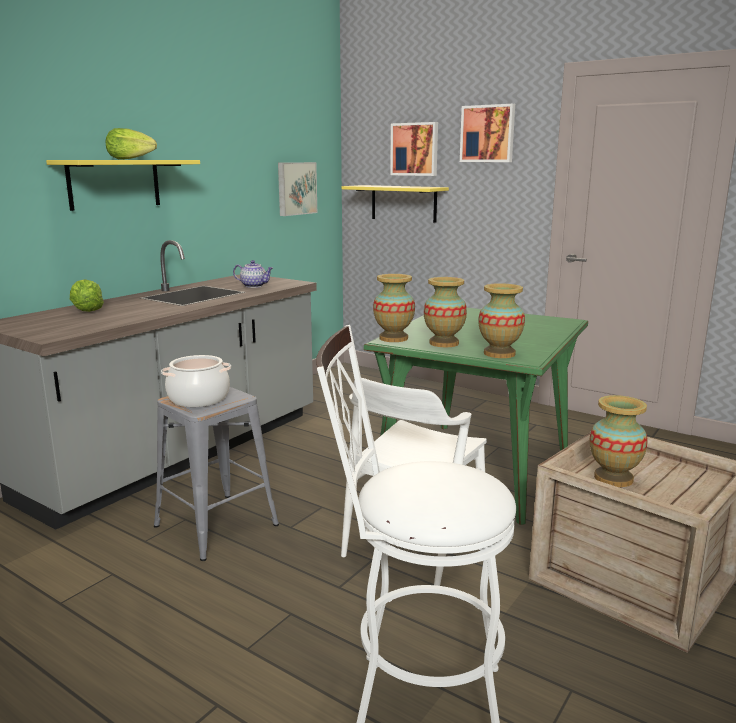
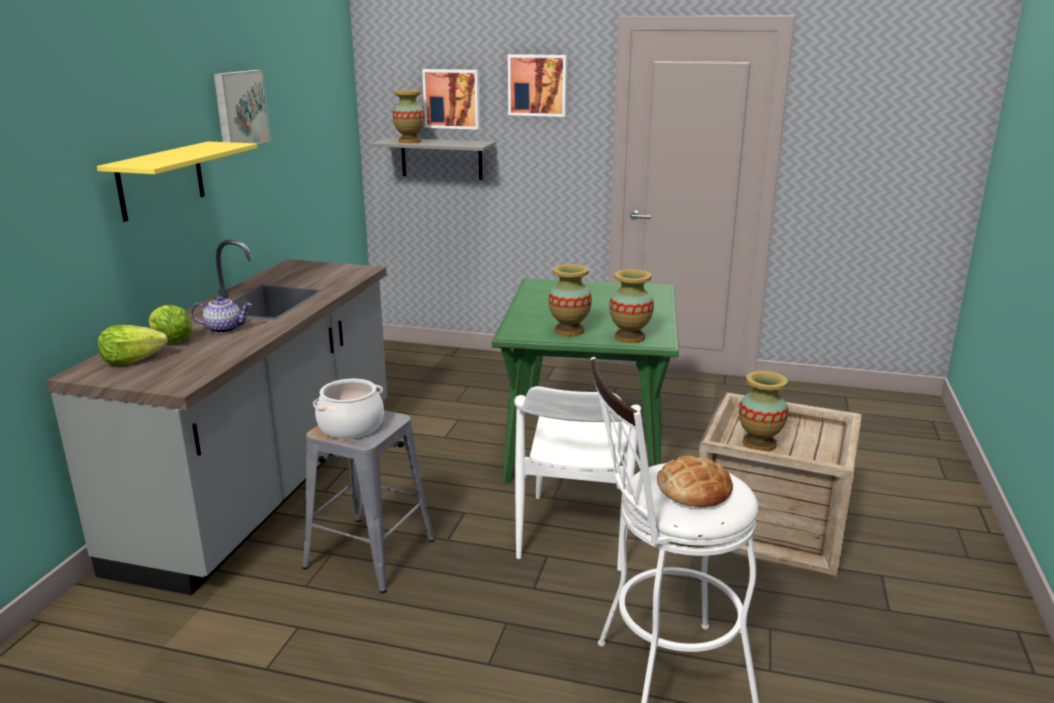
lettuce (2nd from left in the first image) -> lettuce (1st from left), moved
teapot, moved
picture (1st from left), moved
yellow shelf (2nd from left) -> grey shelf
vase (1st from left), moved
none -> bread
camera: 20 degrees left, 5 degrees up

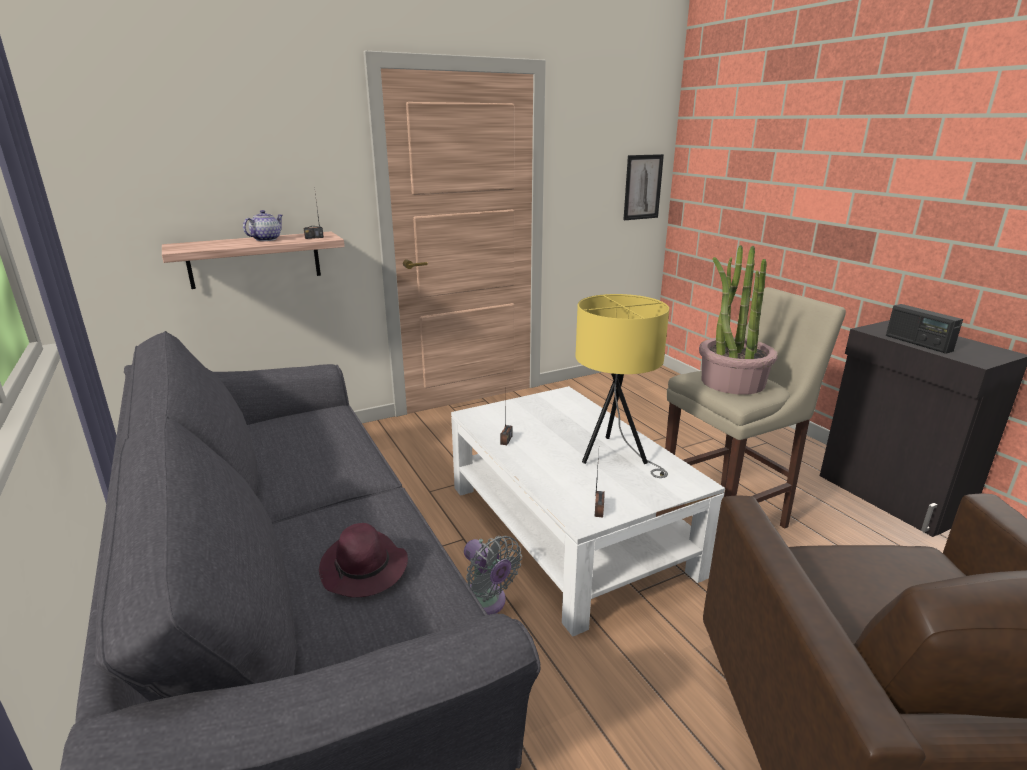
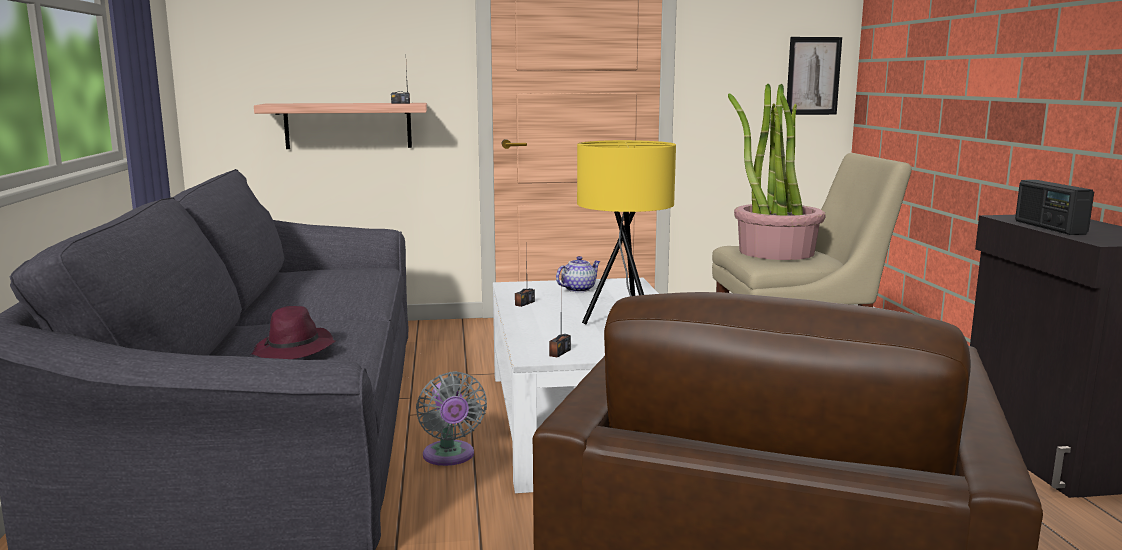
teapot, moved
camera: 20 degrees right, 10 degrees down

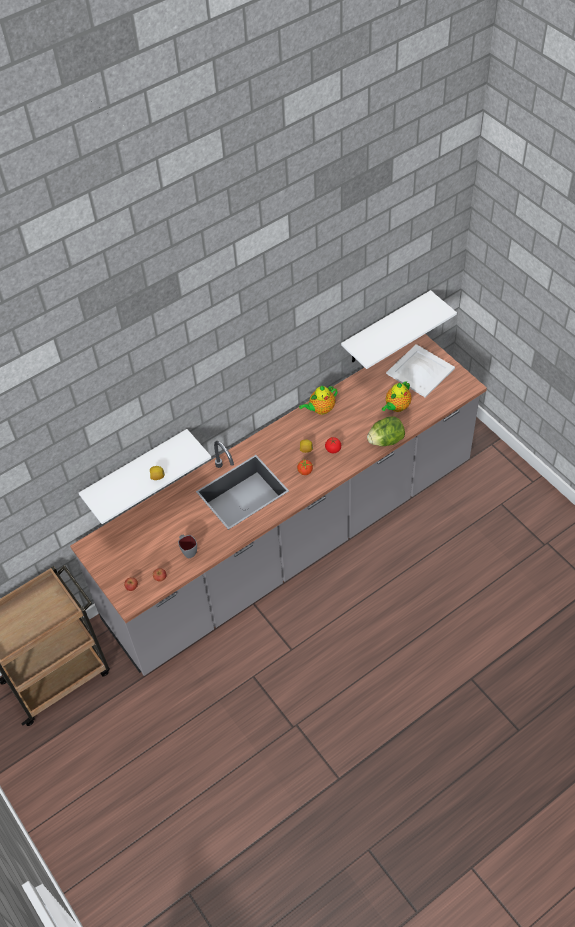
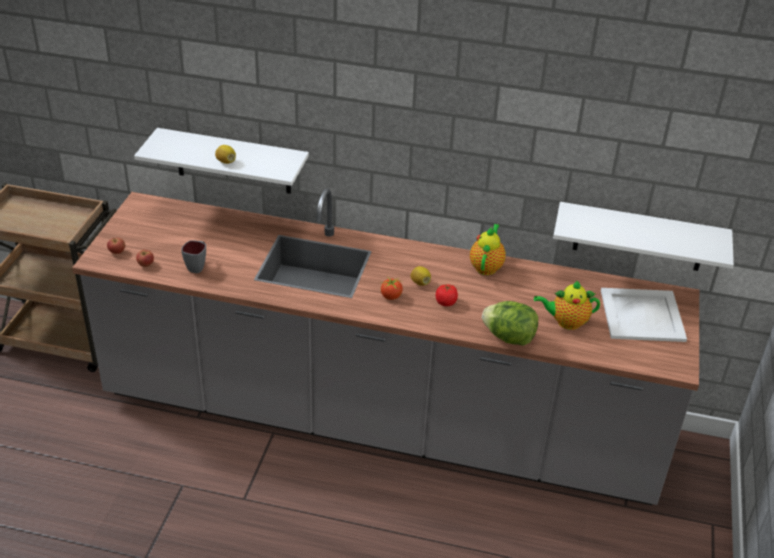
teapot (1st from left), 90 degrees clockwise
camera: 45 degrees right, 15 degrees down

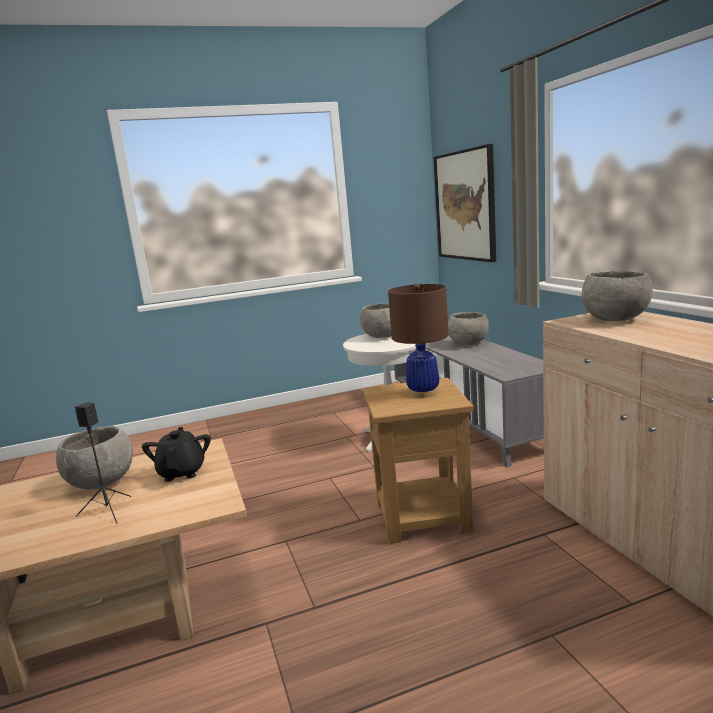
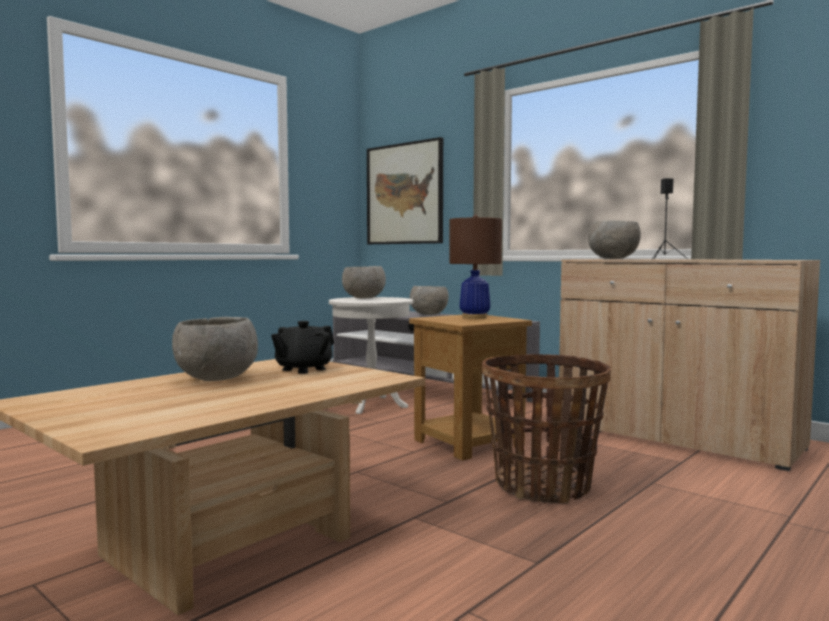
black teapot, 105 degrees counterclockwise
none -> basket
black speaker, moved
camera: 30 degrees left, 10 degrees down

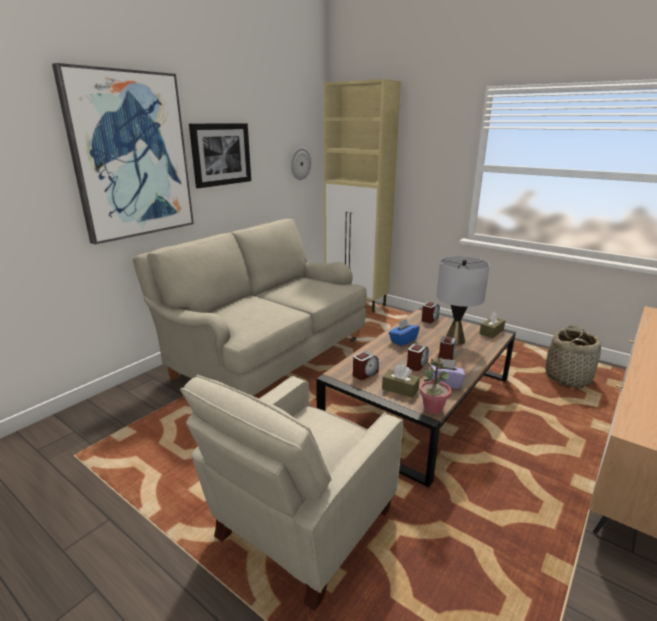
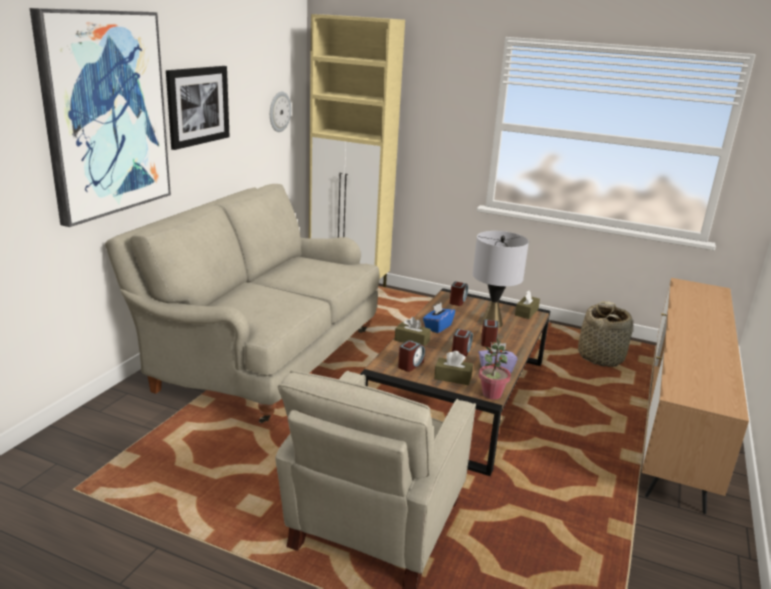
none -> brown tissue box (1st from left)
camera: 15 degrees left, 0 degrees up

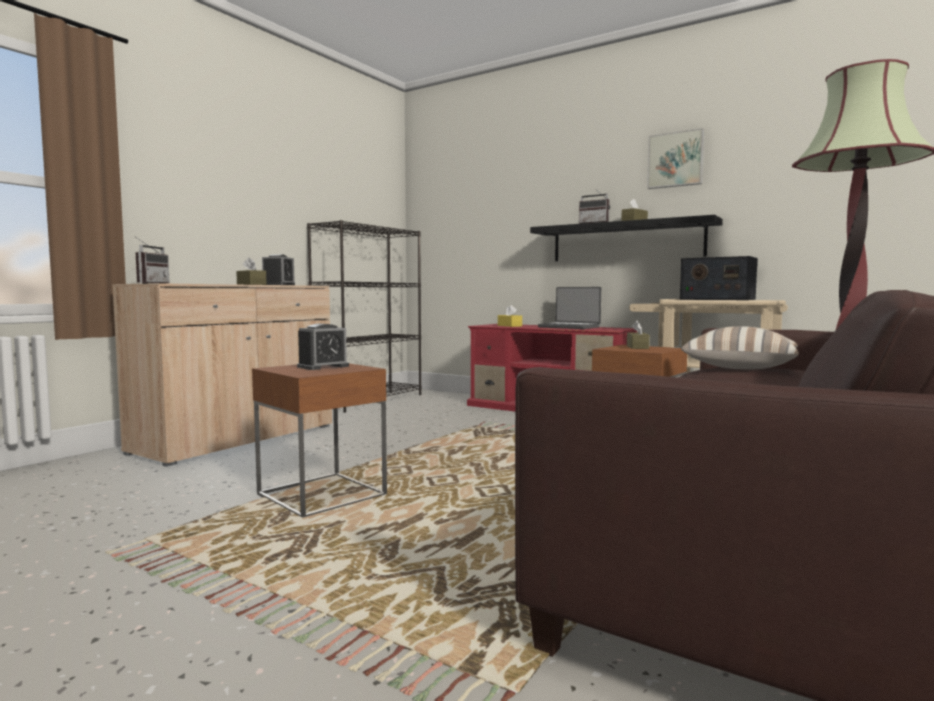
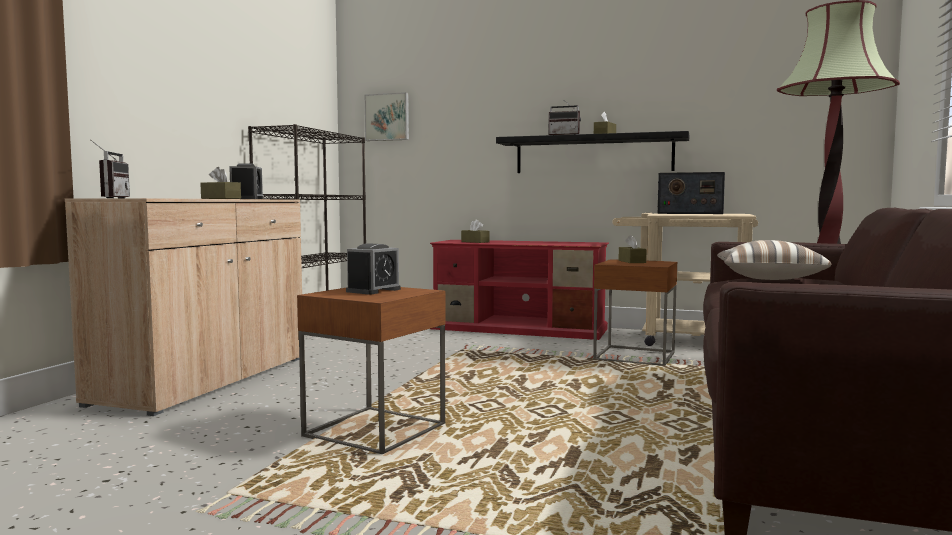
picture, moved
yellow tissue box -> brown tissue box (2nd from left)
laptop -> none
camera: 15 degrees left, 0 degrees up

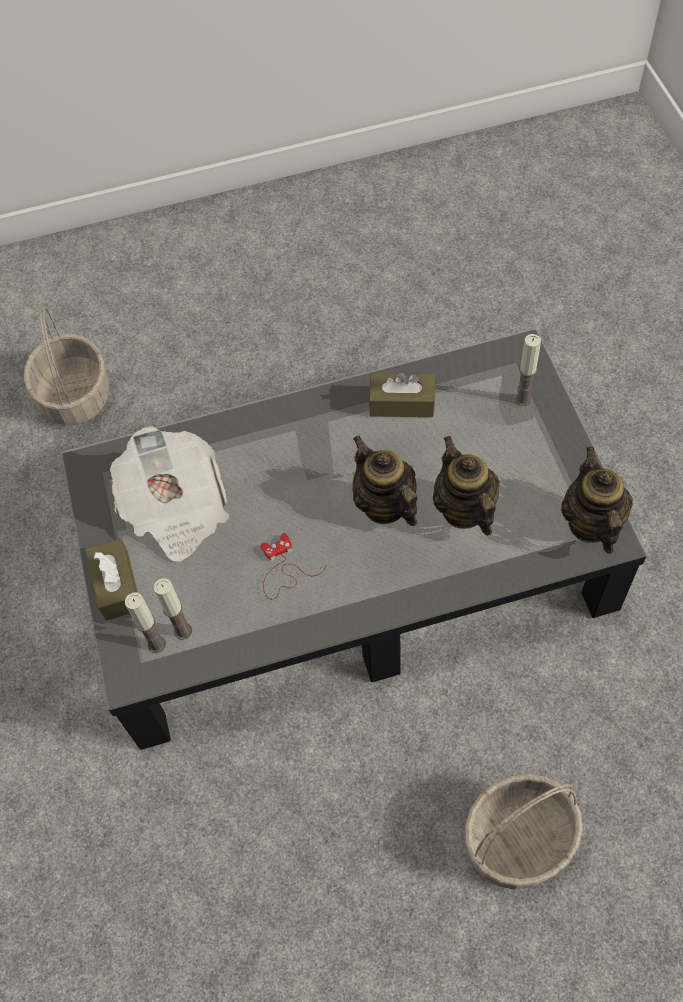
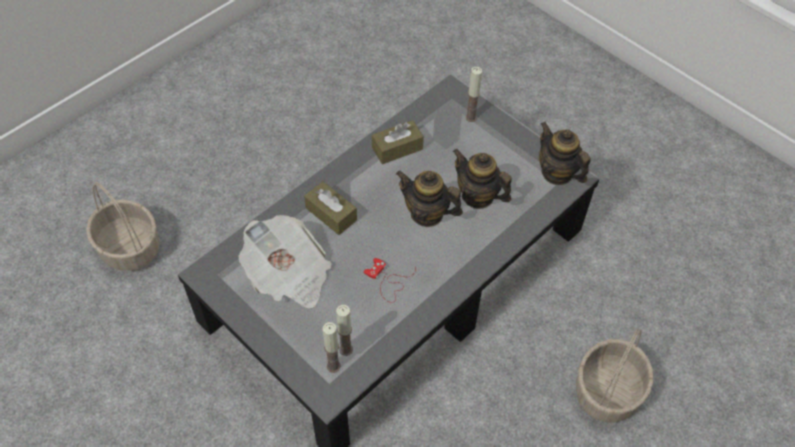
brown tissue box (1st from left), moved
camera: 35 degrees left, 5 degrees down

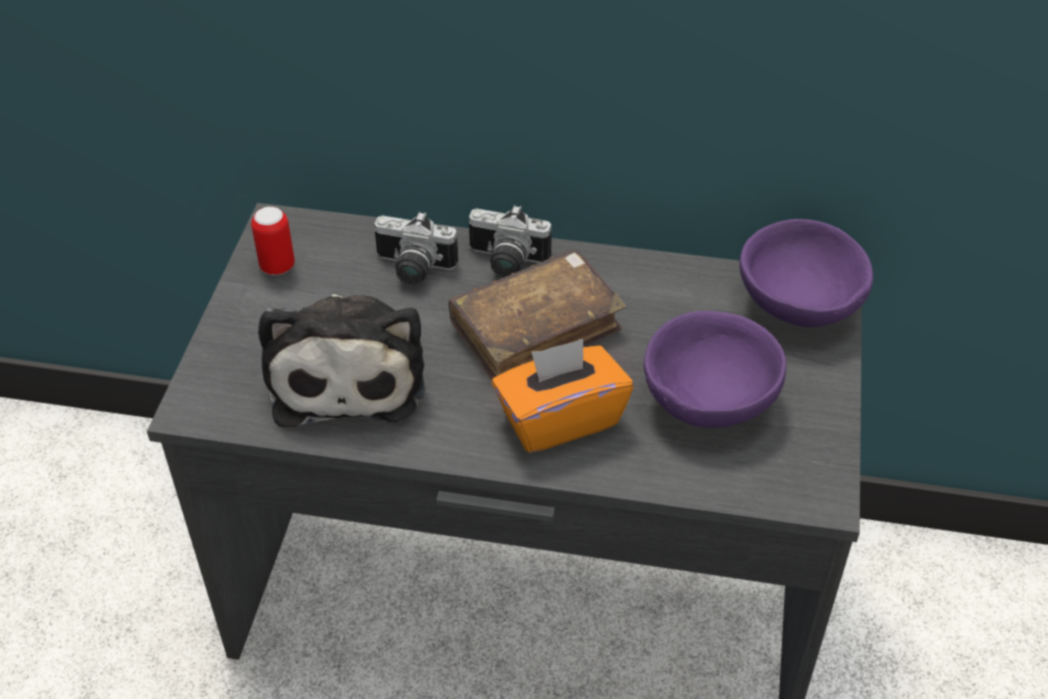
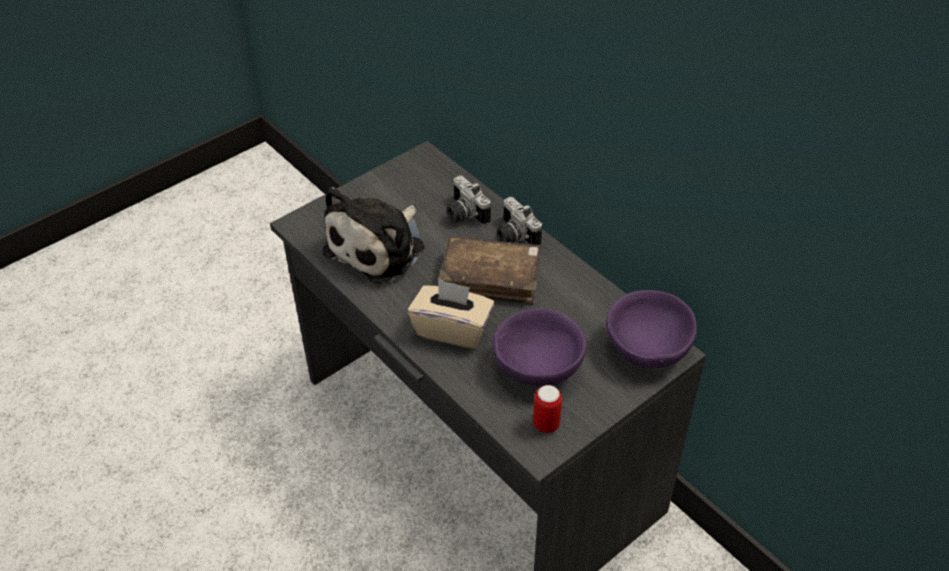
orange tissue box -> beige tissue box
can, moved
camera: 40 degrees right, 0 degrees up

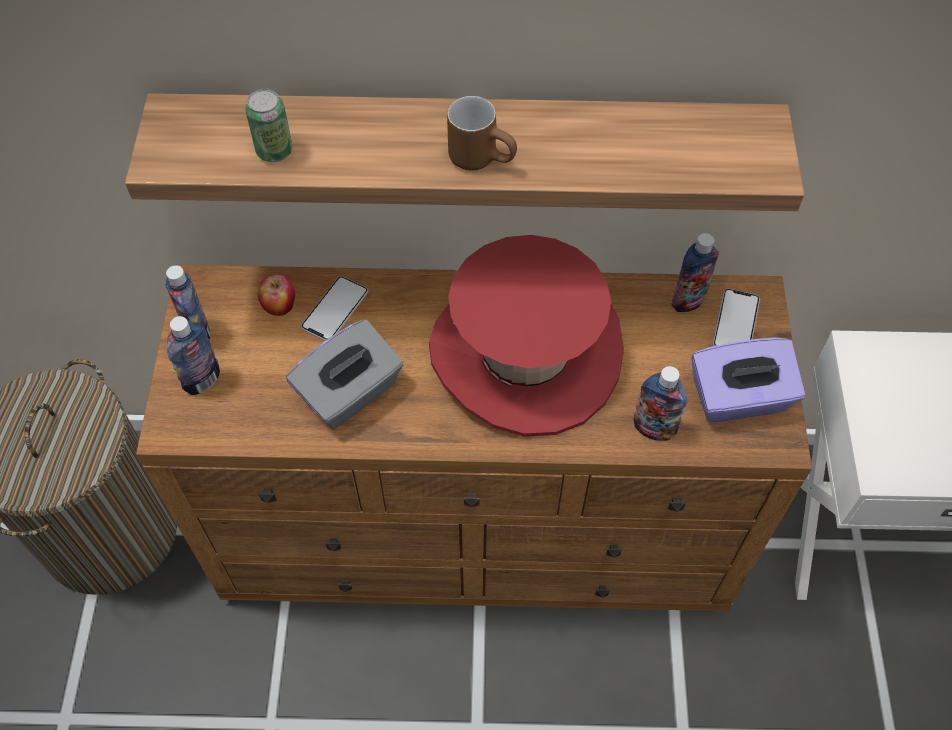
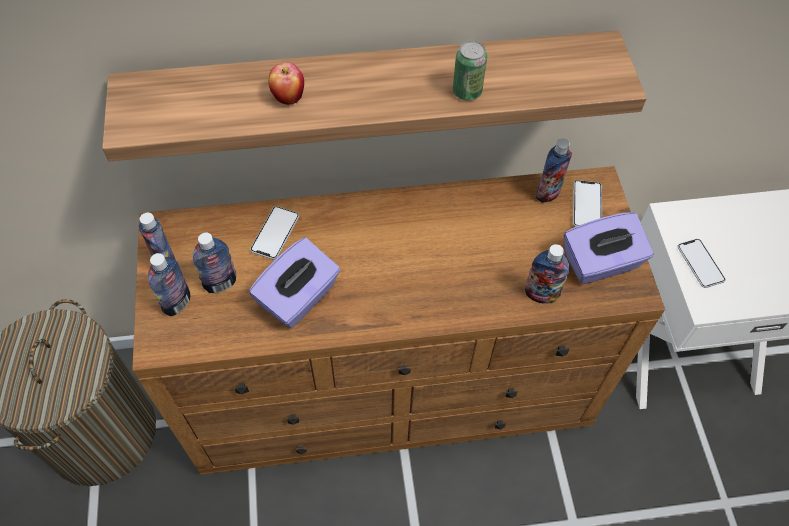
none -> bottle (3rd from left)
grey tissue box -> purple tissue box (1st from left)
apple, moved
can, moved
none -> phone (3rd from left)
red hat -> none
brown mug -> none
camera: 10 degrees left, 0 degrees up

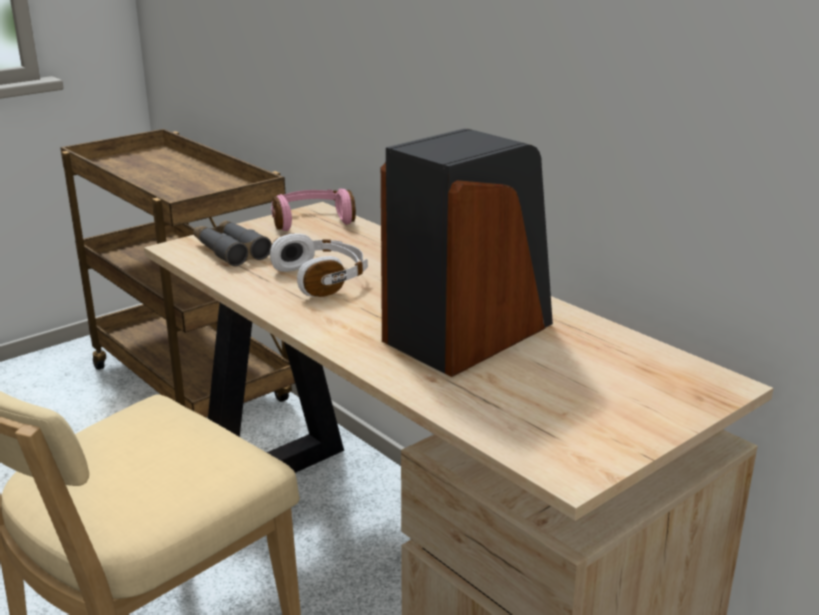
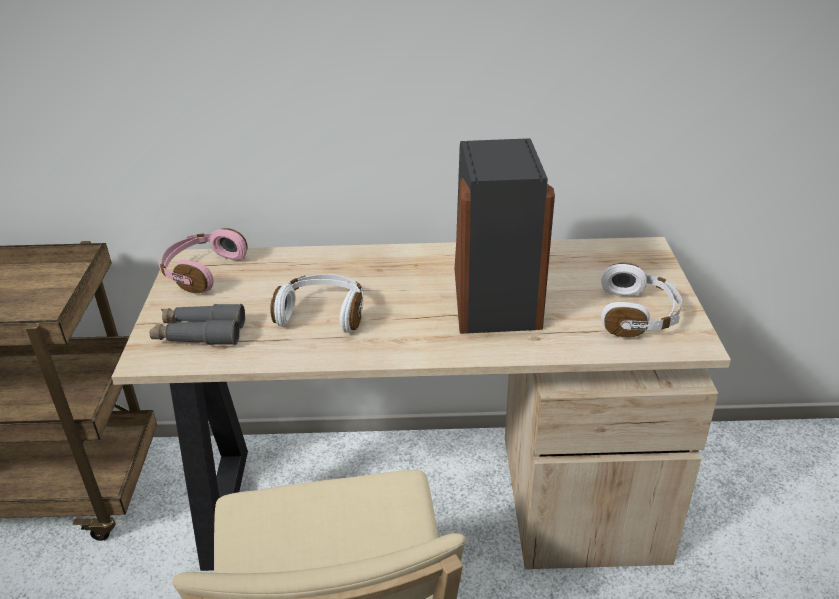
none -> white headphones (2nd from left)
camera: 50 degrees left, 10 degrees up

